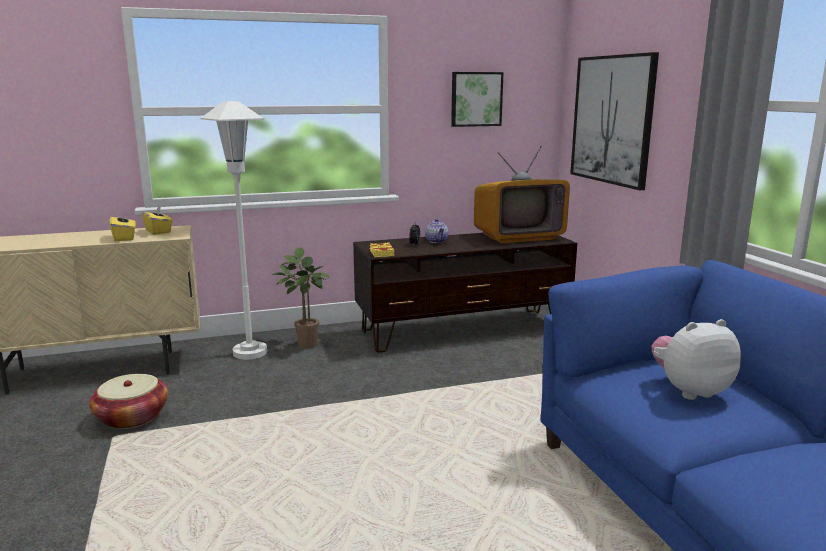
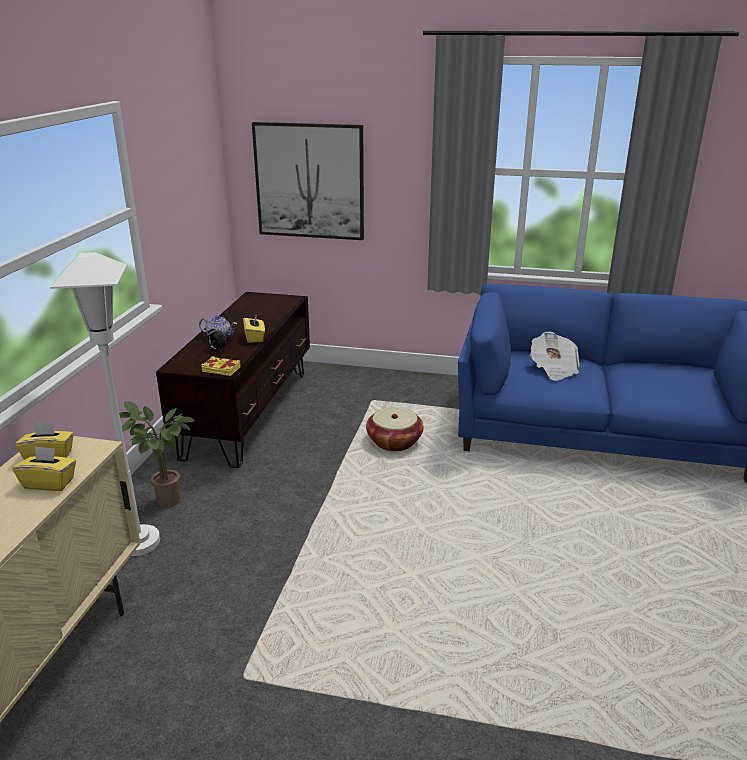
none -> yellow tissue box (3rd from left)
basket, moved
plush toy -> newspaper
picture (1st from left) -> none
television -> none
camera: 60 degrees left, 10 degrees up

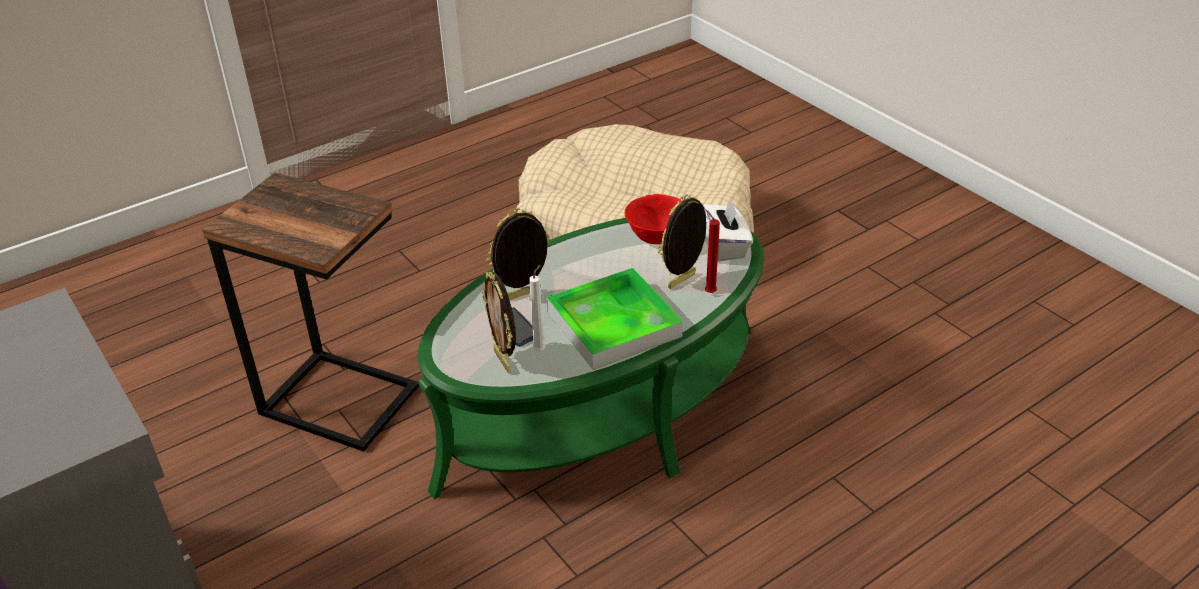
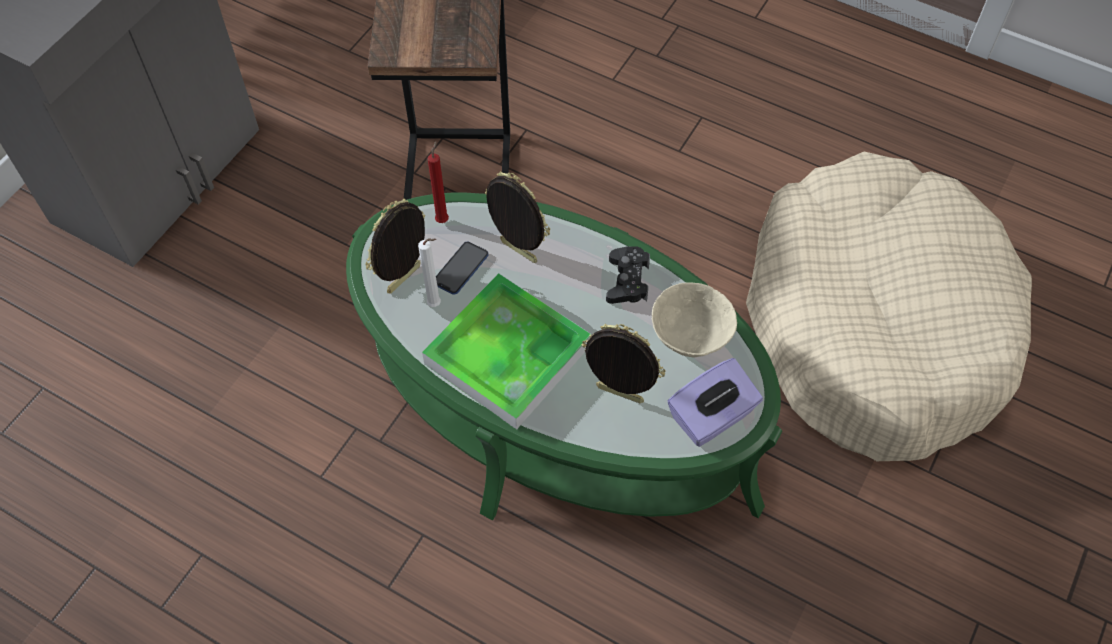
red candle, moved
none -> black game controller
red bowl -> beige bowl
white tissue box -> purple tissue box
camera: 65 degrees right, 20 degrees up

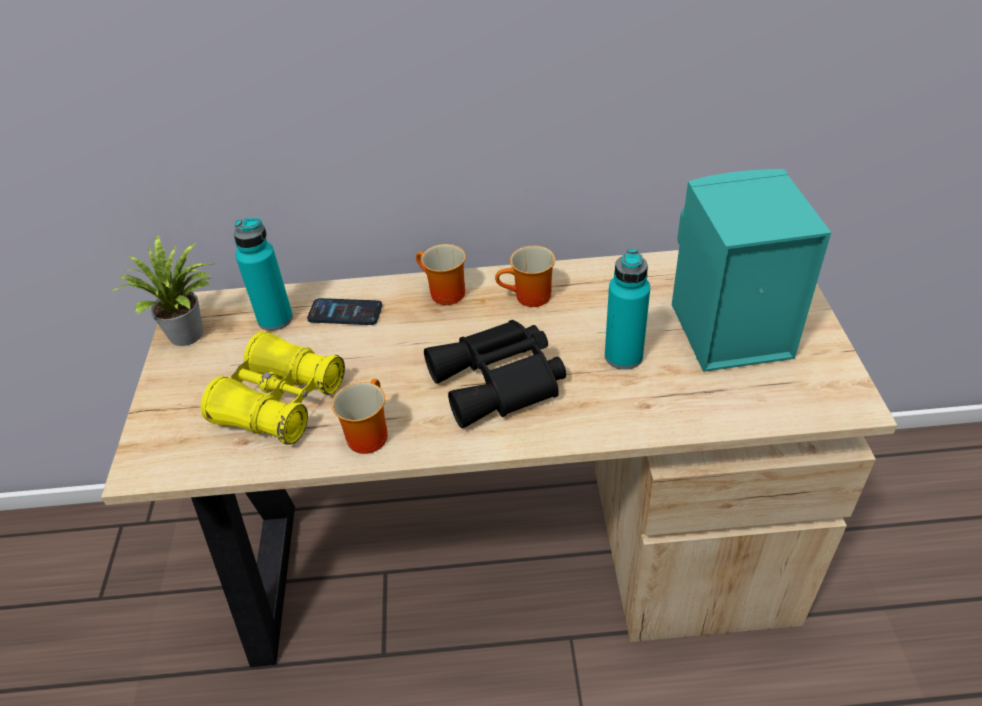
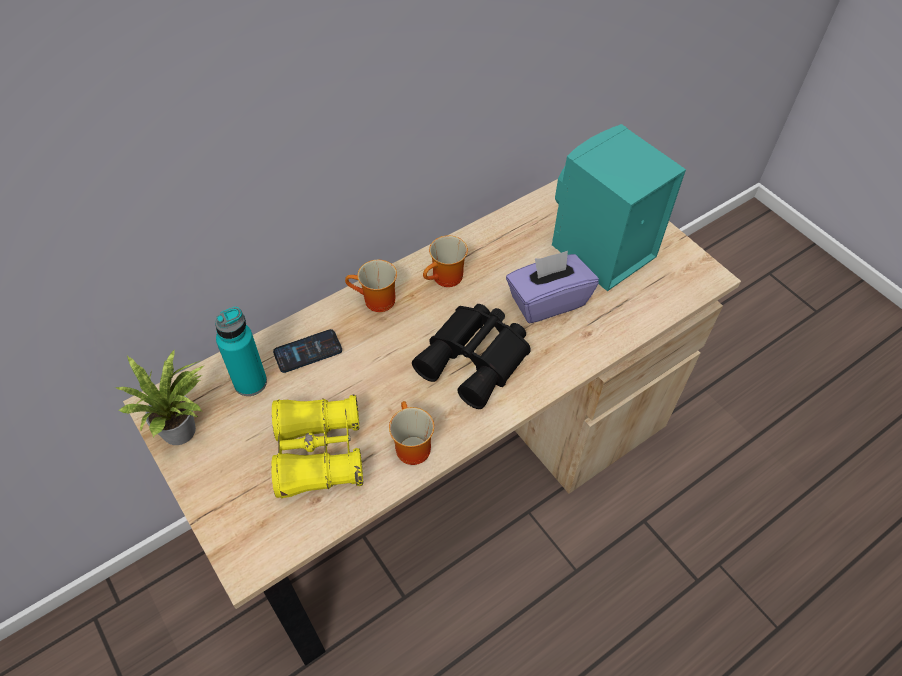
turquoise bottle (2nd from left) -> purple tissue box
camera: 35 degrees left, 10 degrees up

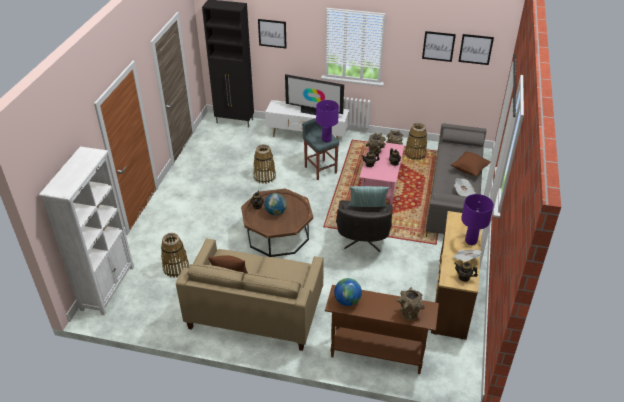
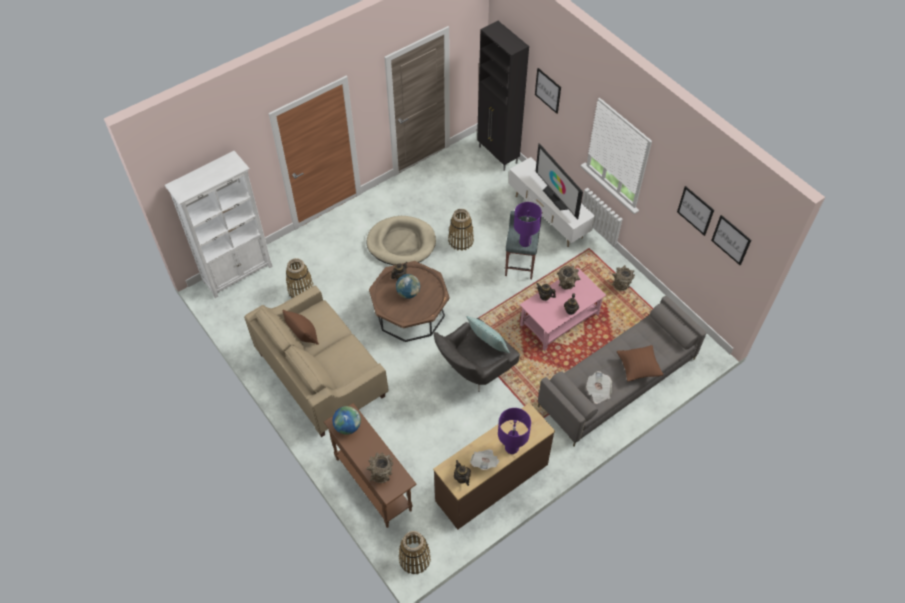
none -> beige dog bed
basket (3rd from left in the first image) -> basket (2nd from left), moved
camera: 40 degrees right, 15 degrees up

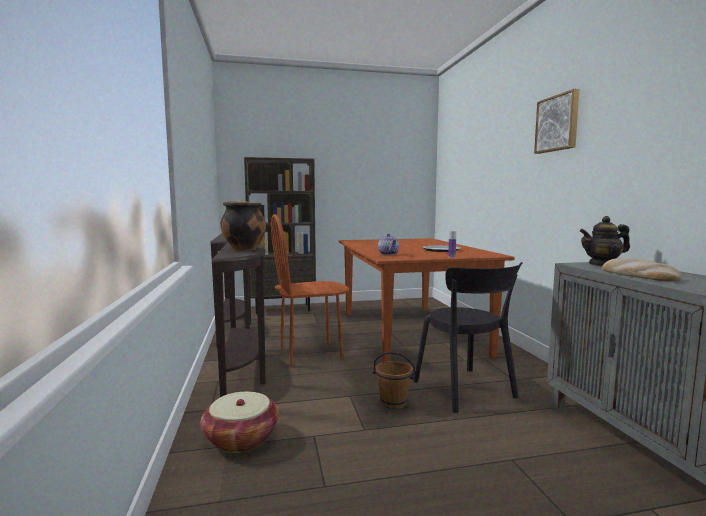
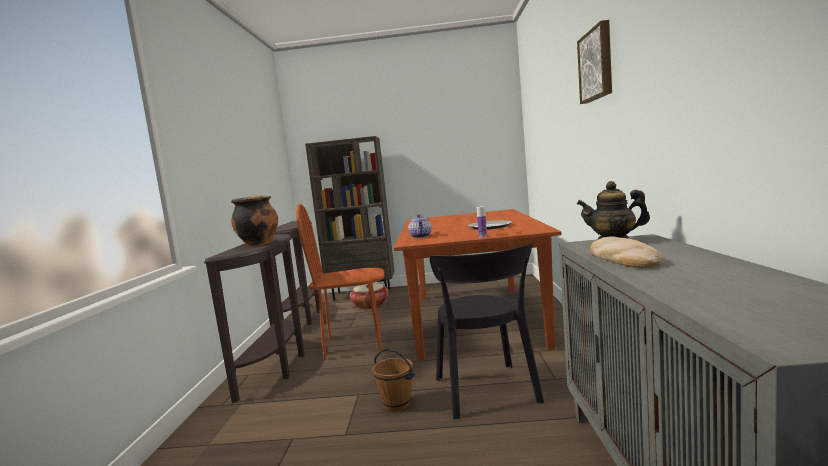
basket, moved
camera: 15 degrees right, 0 degrees up

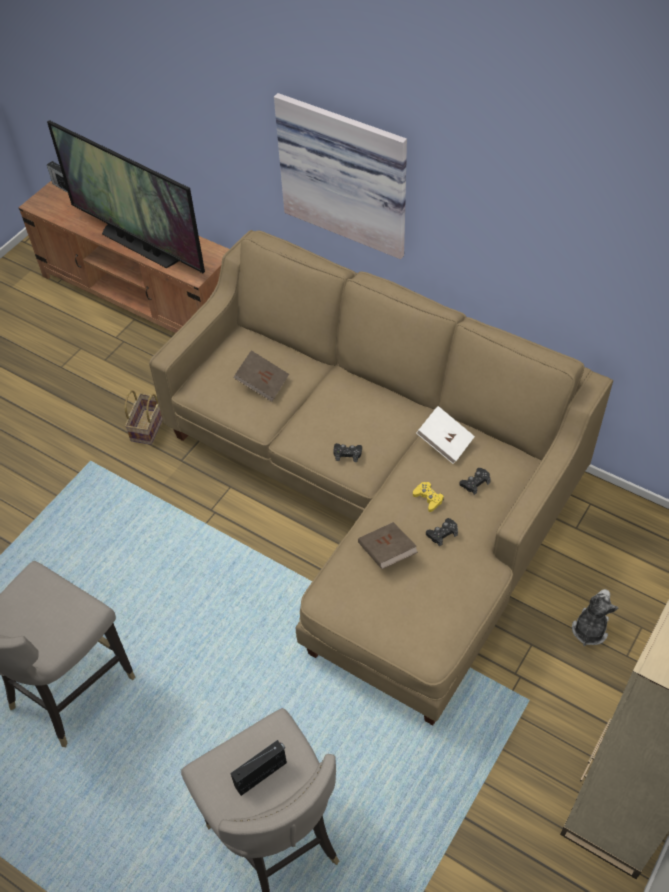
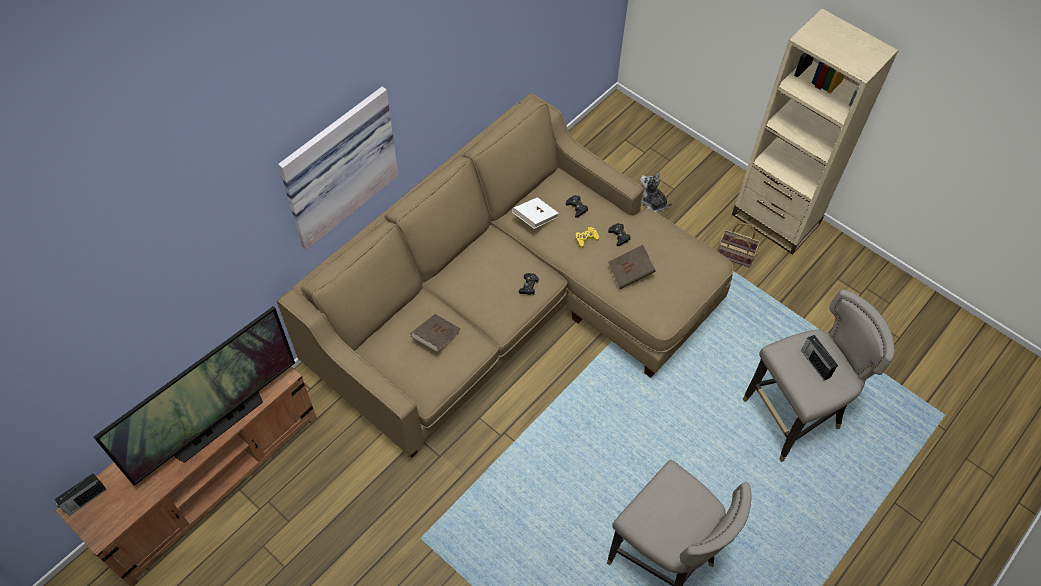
basket, moved
camera: 85 degrees left, 5 degrees up

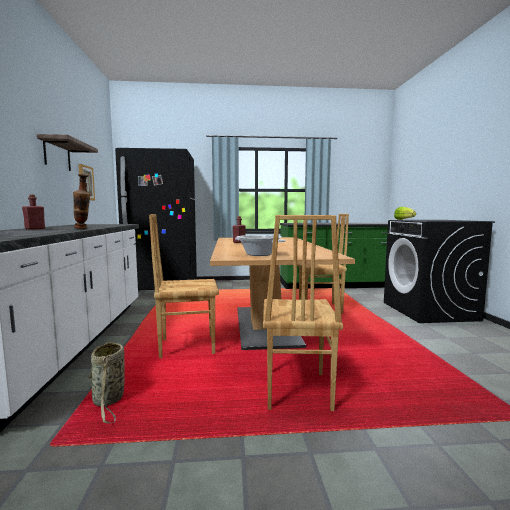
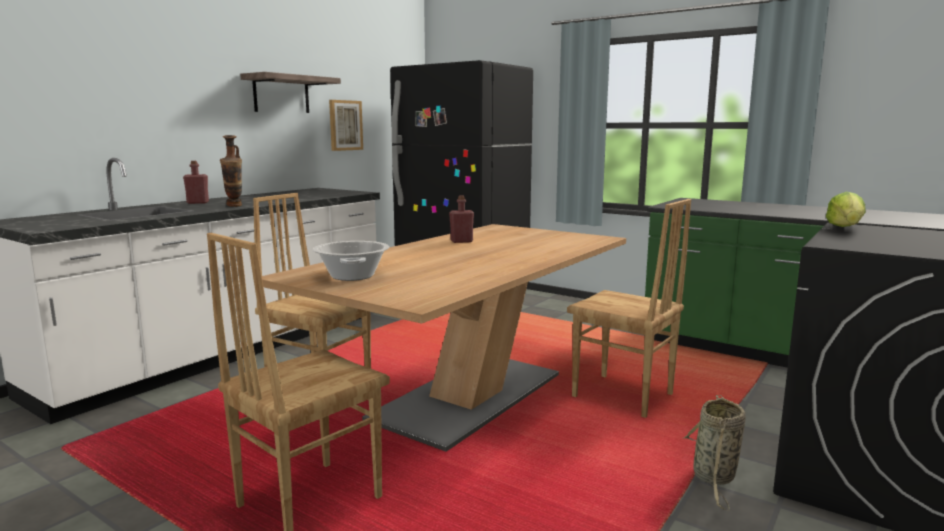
basket, moved
camera: 40 degrees right, 5 degrees up

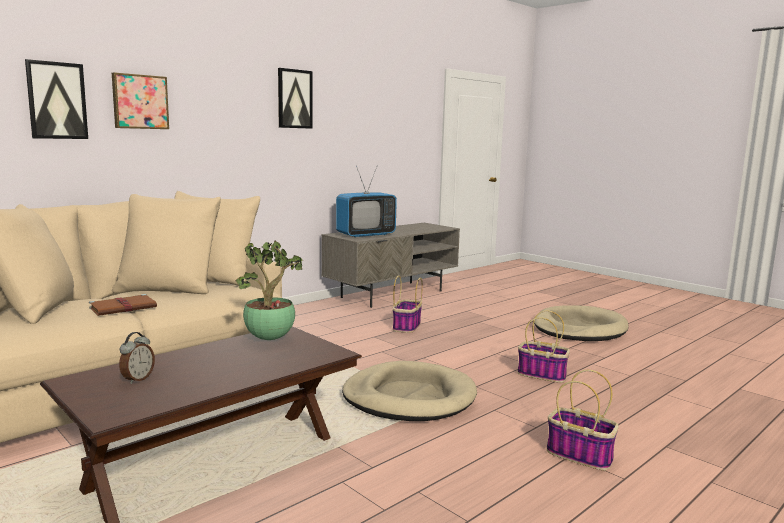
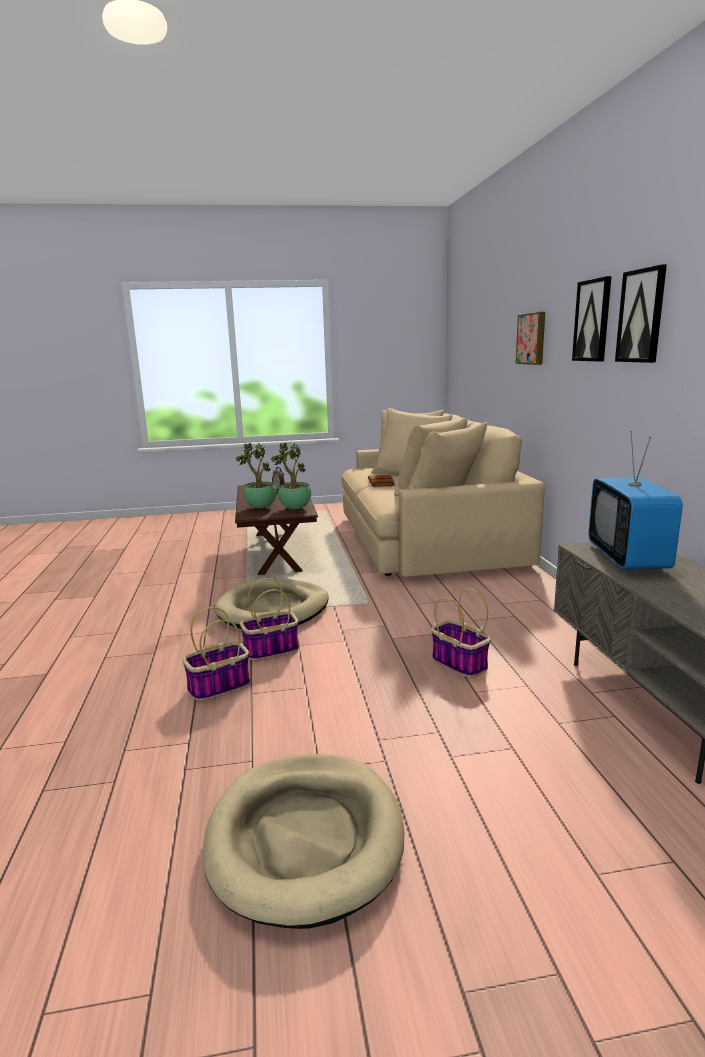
none -> potted plant (1st from left)
basket (3rd from left in the first image) -> basket (2nd from left), moved
picture (1st from left in the first image) -> picture (2nd from left), moved
camera: 125 degrees right, 5 degrees up

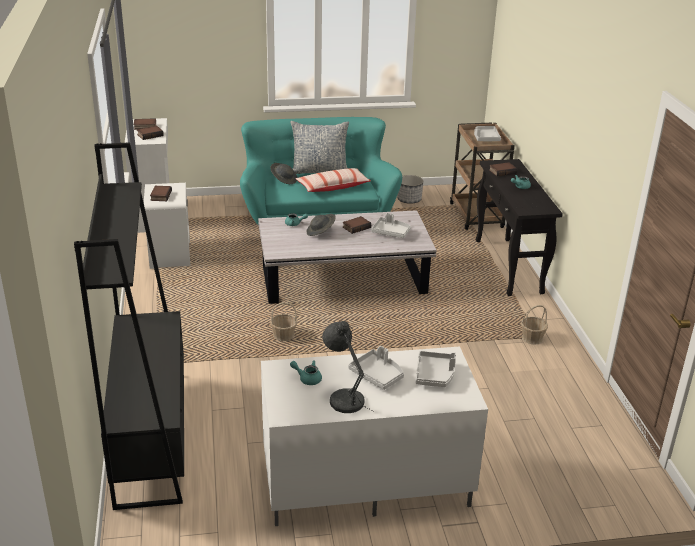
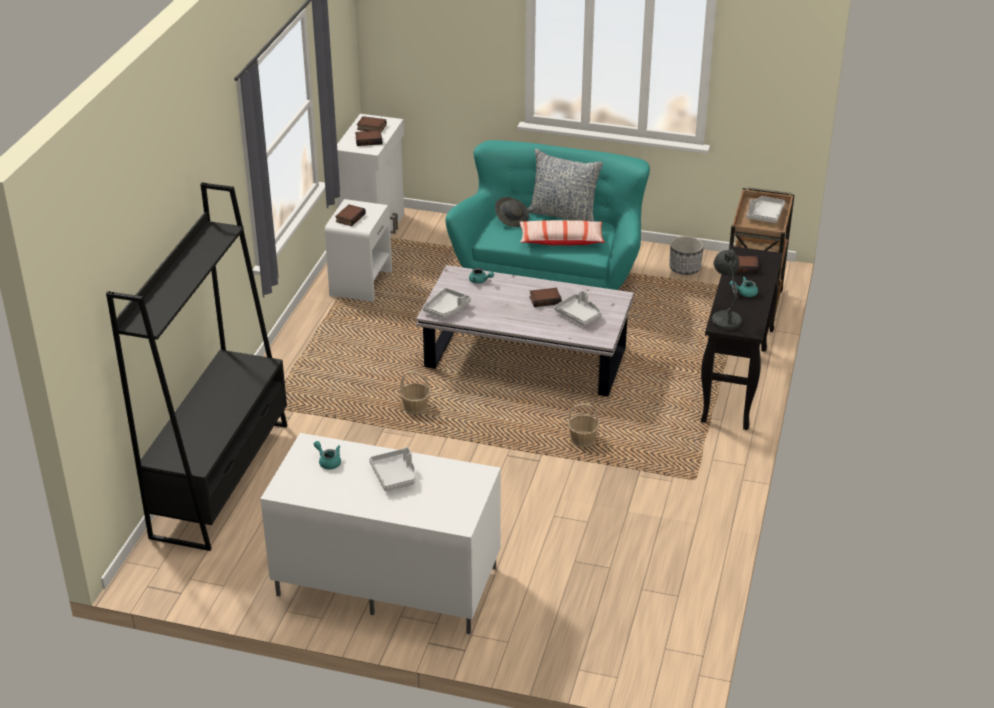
grey tray (3rd from left in the first image) -> grey tray (2nd from left), moved
basket (2nd from left), moved
grey table lamp, moved
grey hat (2nd from left) -> none
camera: 25 degrees right, 5 degrees up

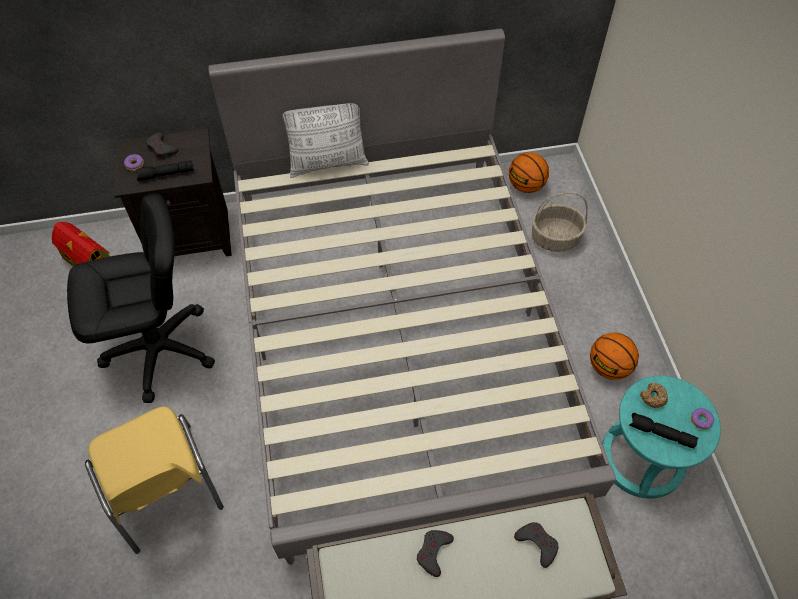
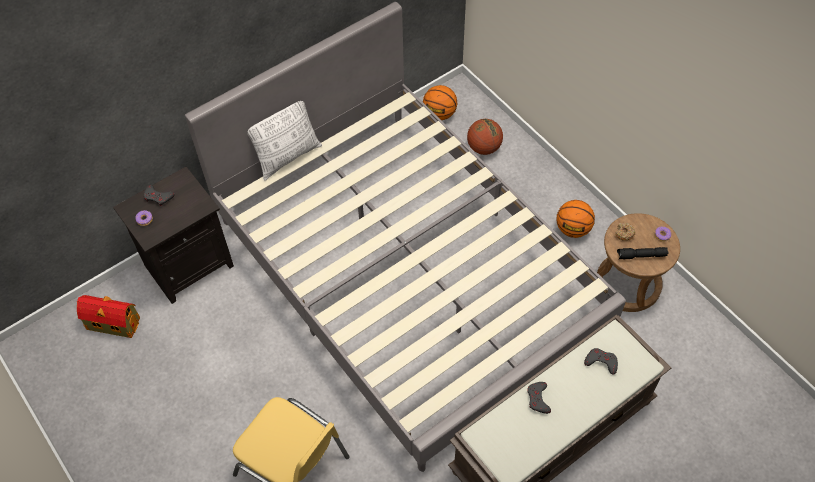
basket -> basketball (2nd from left)
turquoise stool -> brown stool
black office chair -> none
black flashlight (1st from left) -> none
camera: 25 degrees left, 0 degrees up

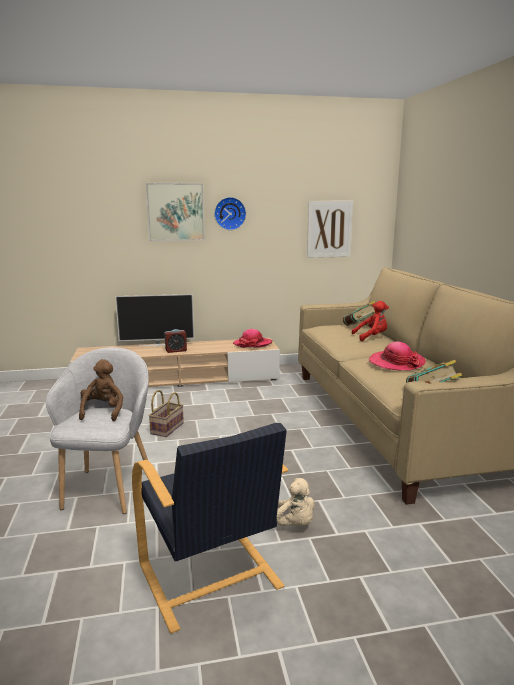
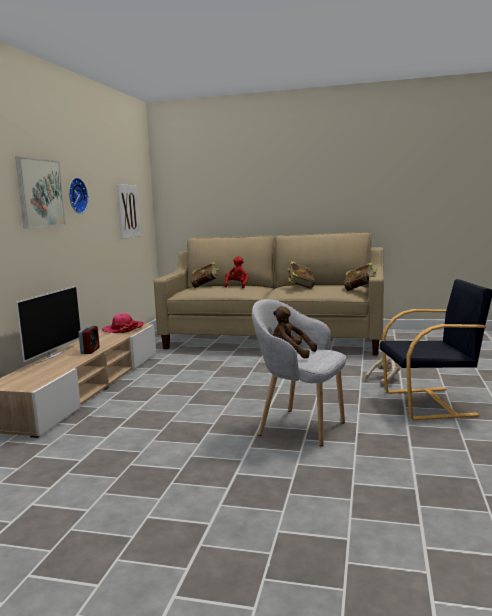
hat (2nd from left) -> book (2nd from left)
basket -> none
camera: 65 degrees left, 5 degrees down

